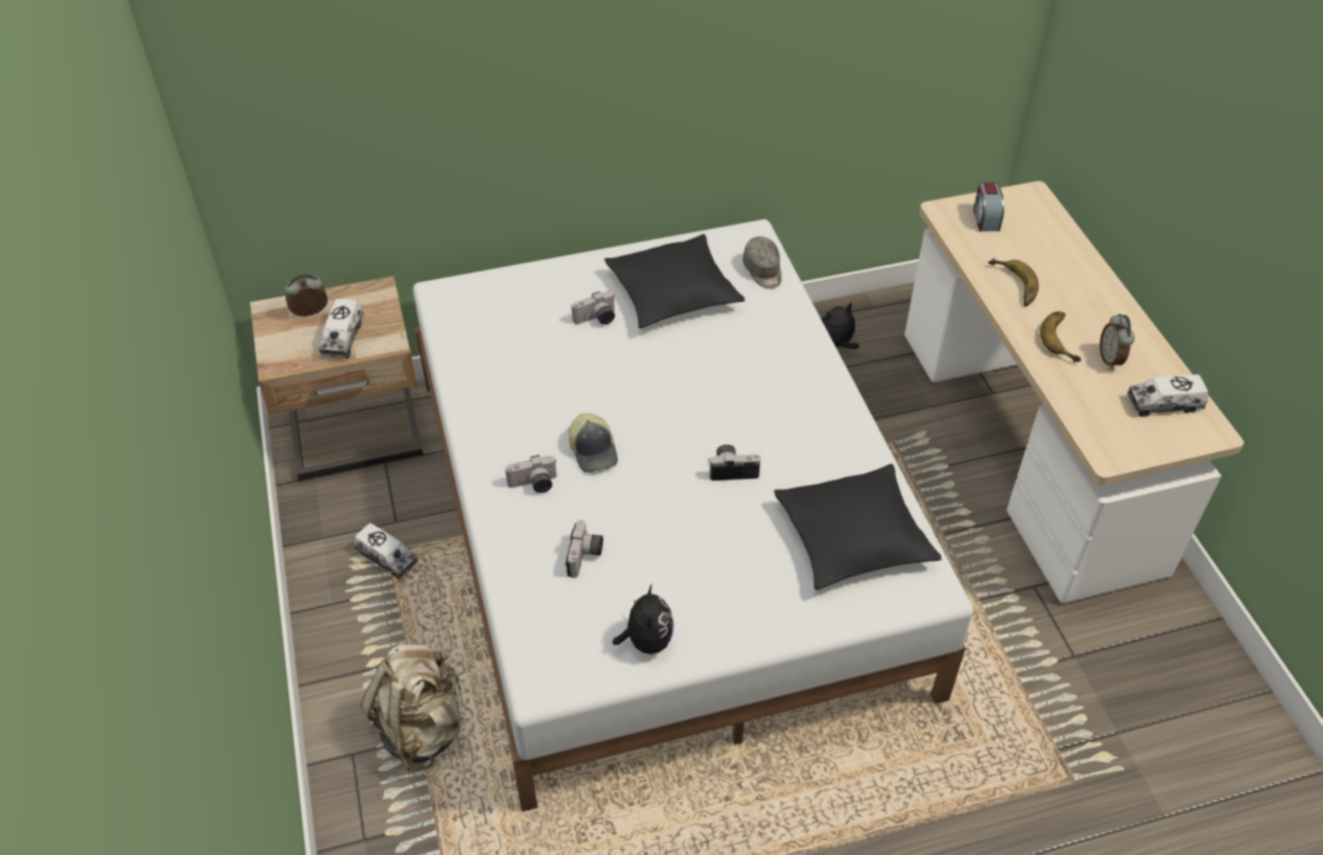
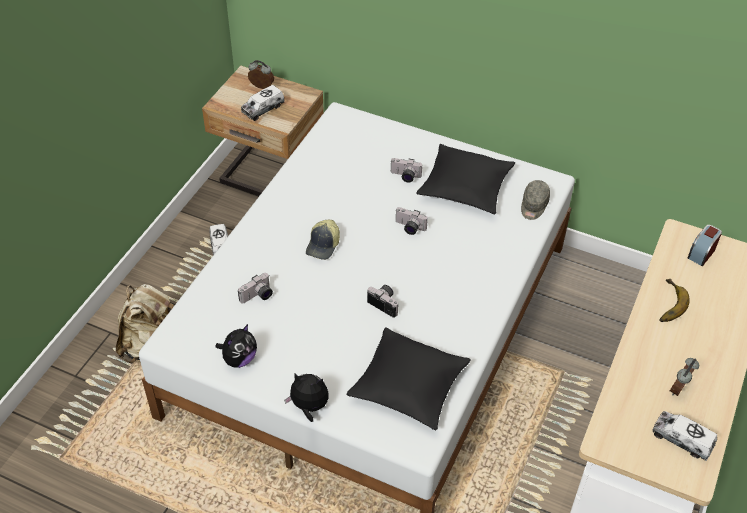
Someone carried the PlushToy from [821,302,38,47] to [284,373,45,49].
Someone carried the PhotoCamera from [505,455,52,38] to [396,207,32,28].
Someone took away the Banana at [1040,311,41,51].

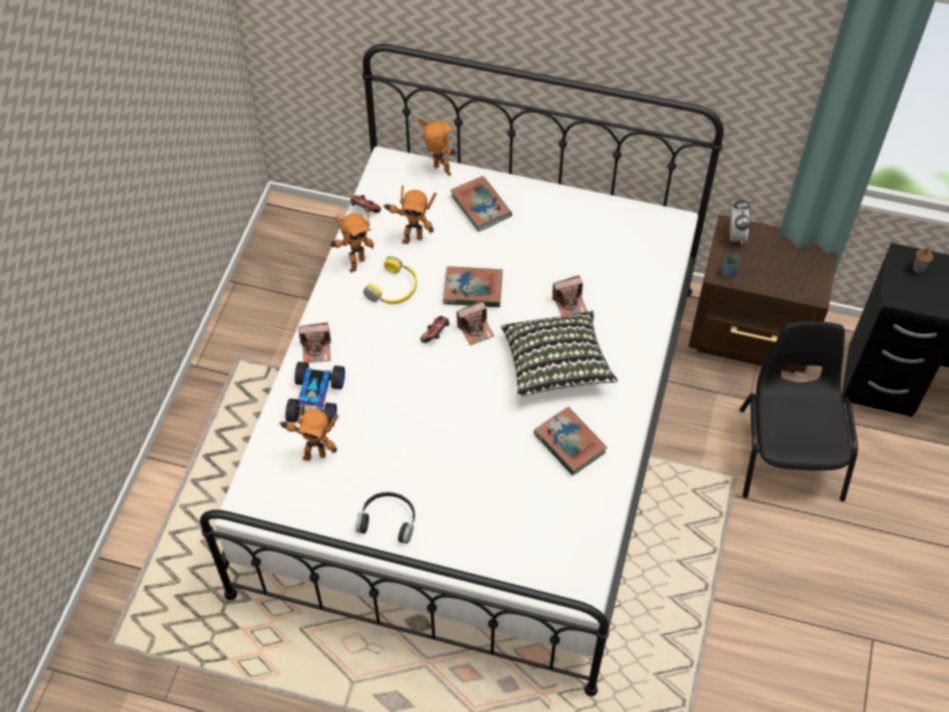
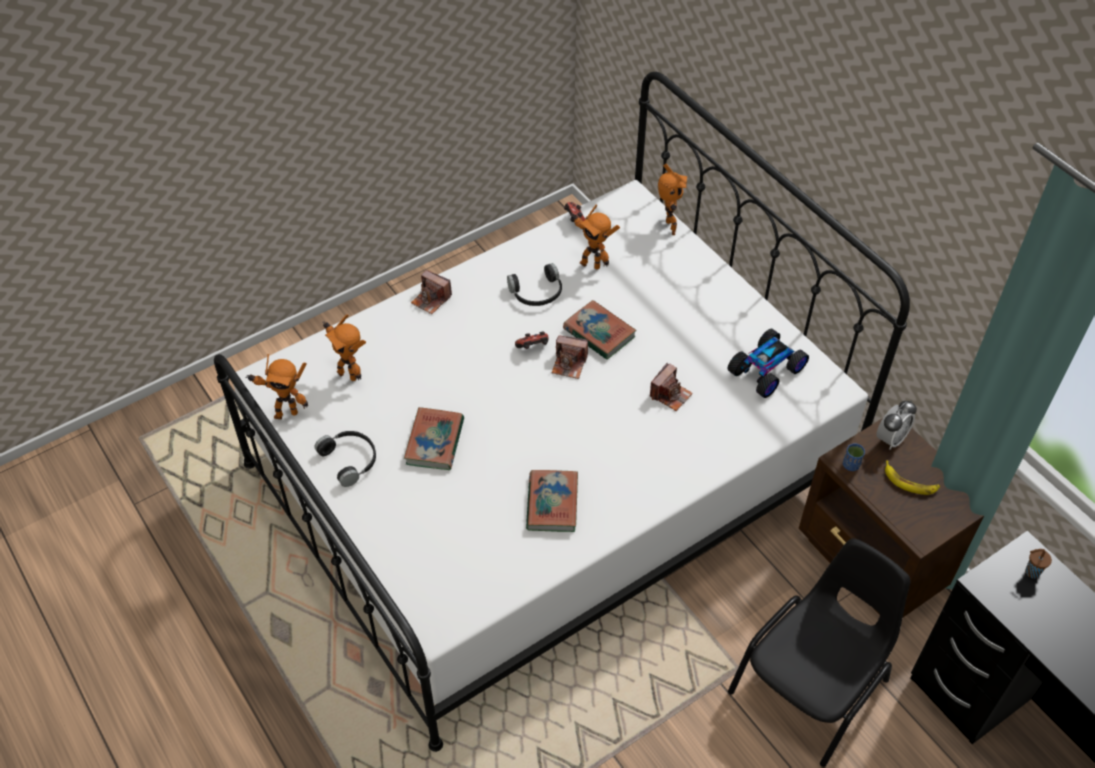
Someone carried the ToyRobot from [329,207,45,66] to [246,354,62,65].
Someone carried the Book from [450,176,62,56] to [404,407,60,63].
Someone repainted the YellowHeadphones at [363,256,54,48], which became the BlackHeadphones at [507,263,55,43].
Someone rotated the PhotoCamera at [552,275,36,41] by 75 degrees counterclockwise.
Someone carried the ToyCar from [285,362,60,64] to [728,329,81,69].
Someone put down the Banana at [885,460,55,35].
Someone took away the Pillow at [501,311,117,86].

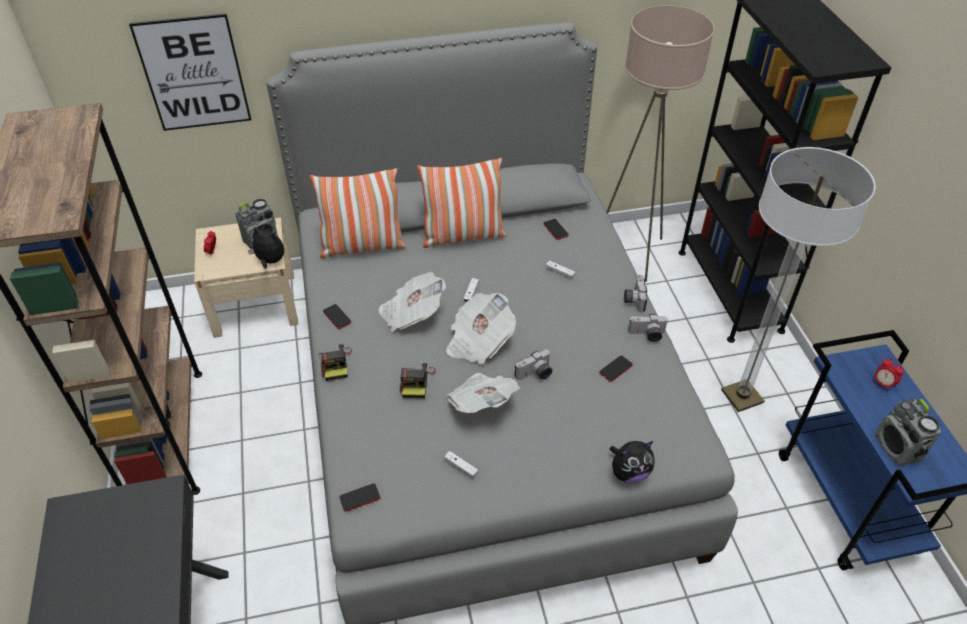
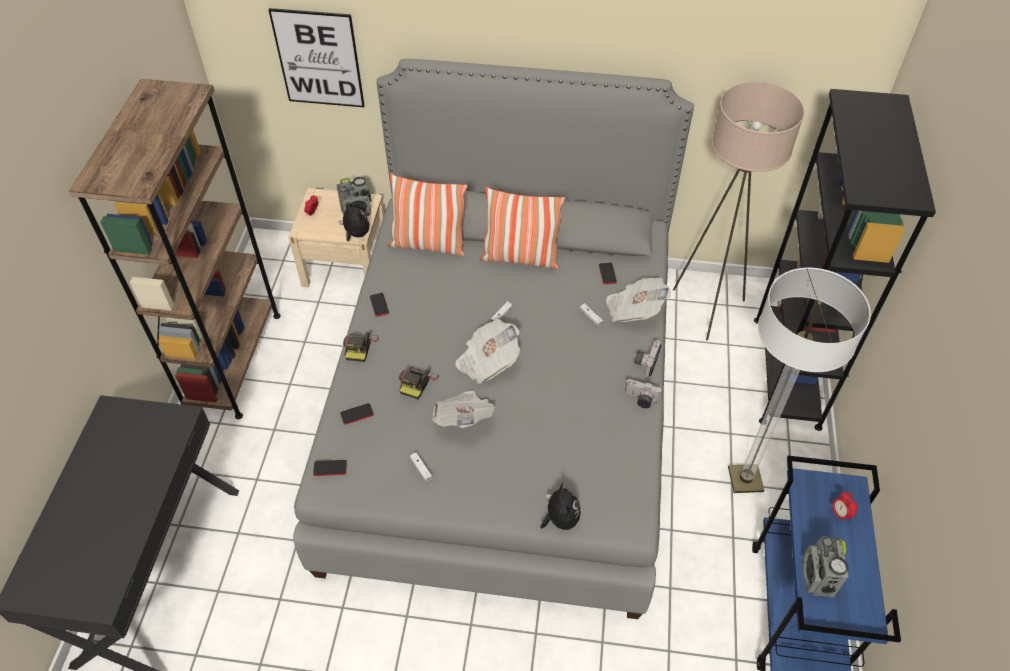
Someone carried the Phone from [599,355,34,27] to [340,403,34,22].
Someone rotated the PlushToy at [610,441,44,42] by 105 degrees counterclockwise.
Someone carried the Newspaper from [378,272,68,60] to [606,278,65,44].
Someone took away the PhotoCamera at [515,350,37,30].

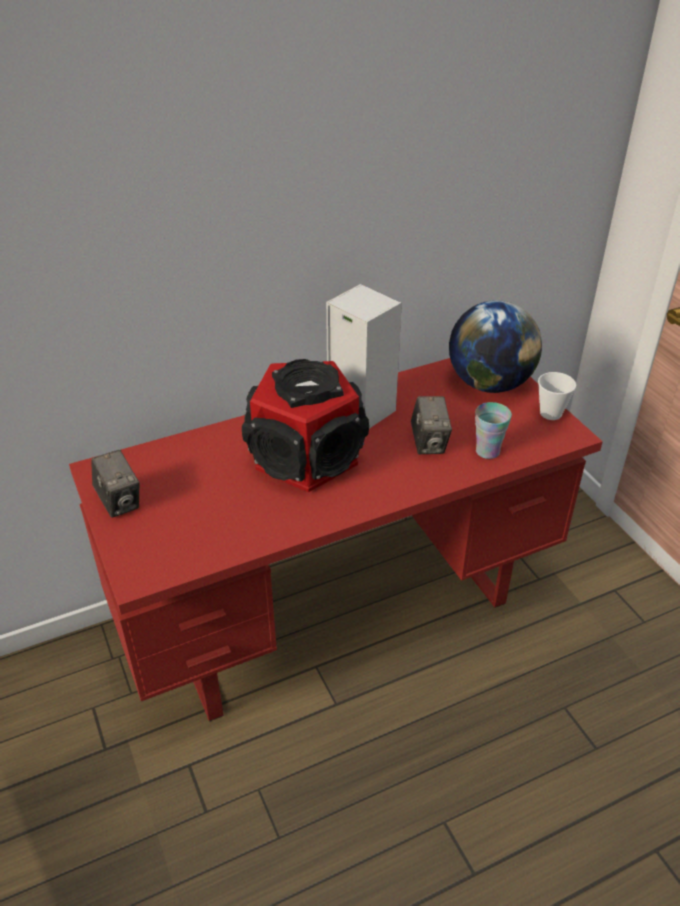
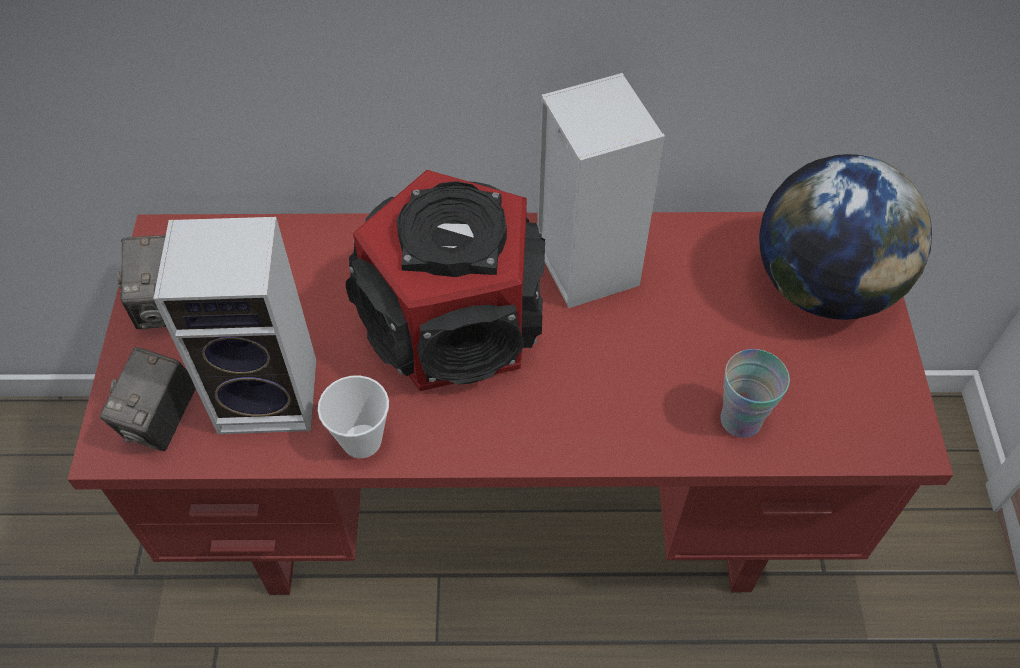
Someone carried the PhotoCamera from [411,396,41,58] to [100,347,96,104].
Someone put down the Speaker at [153,217,163,218].
Someone carried the Cup from [538,372,38,48] to [318,375,71,83].

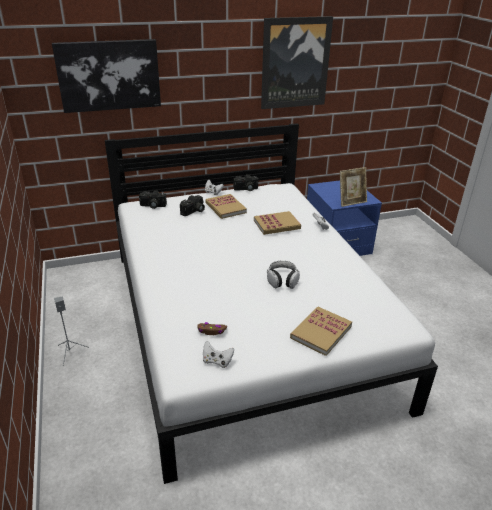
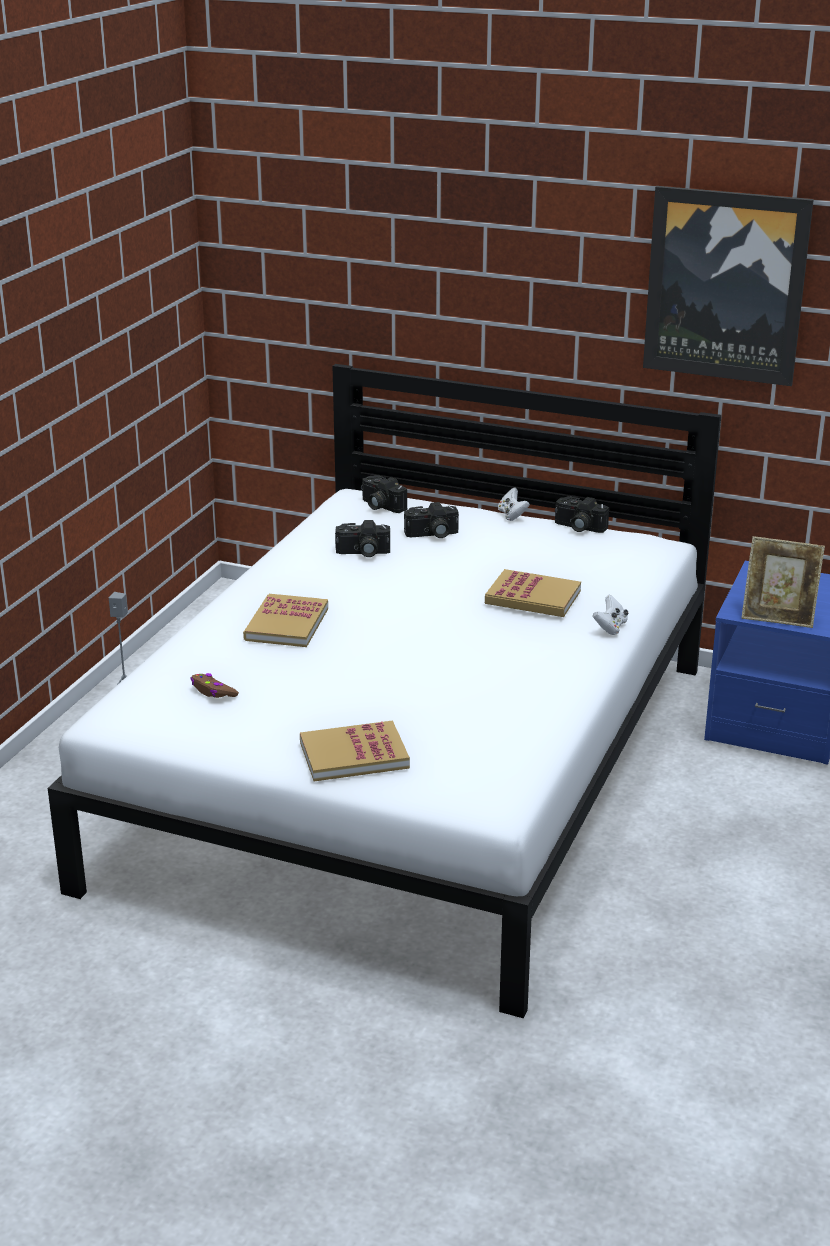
Someone carried the Book from [205,194,42,25] to [243,594,85,53].
Someone put down the PhotoCamera at [335,520,55,37].
Someone took away the Picture at [52,39,109,74].
Someone took away the WhiteGameController at [203,341,31,27].
Someone took away the Headphones at [267,261,33,28].

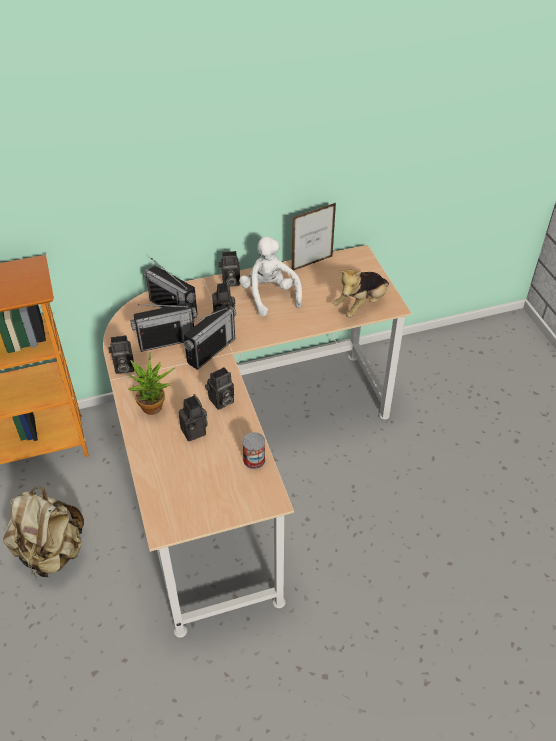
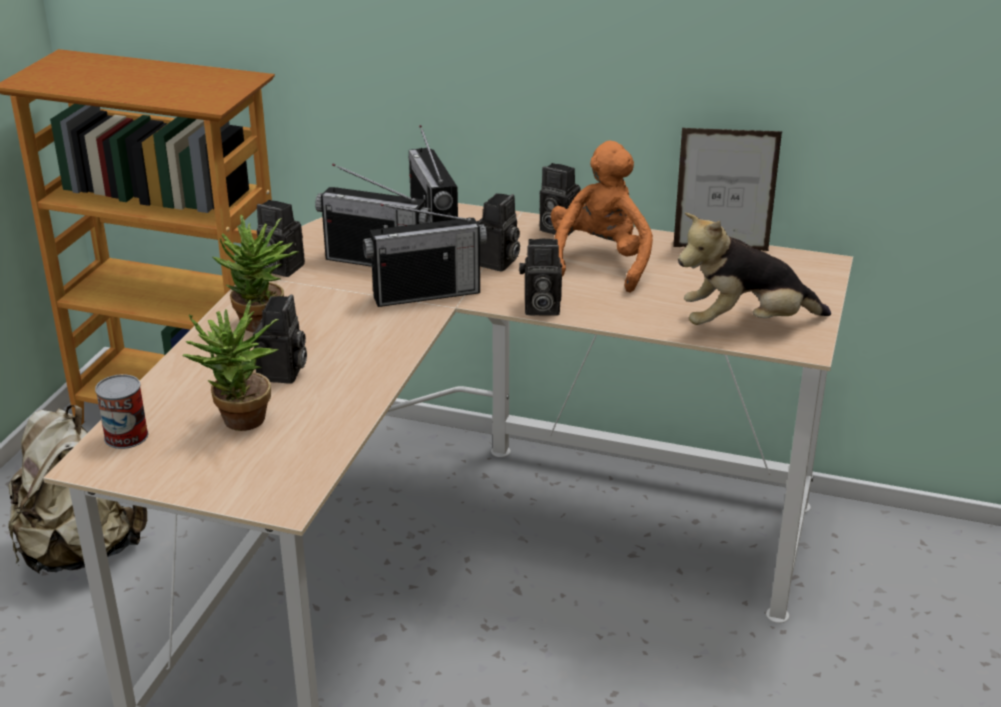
Someone carried the Can from [242,432,23,37] to [95,374,53,75].
Someone put down the PottedPlant at [183,299,96,132].
Someone carried the PhotoCamera from [205,367,29,43] to [519,239,43,77].
Someone repainted the WhitePlushToy at [239,237,63,80], which became the OrangePlushToy at [551,141,102,152].

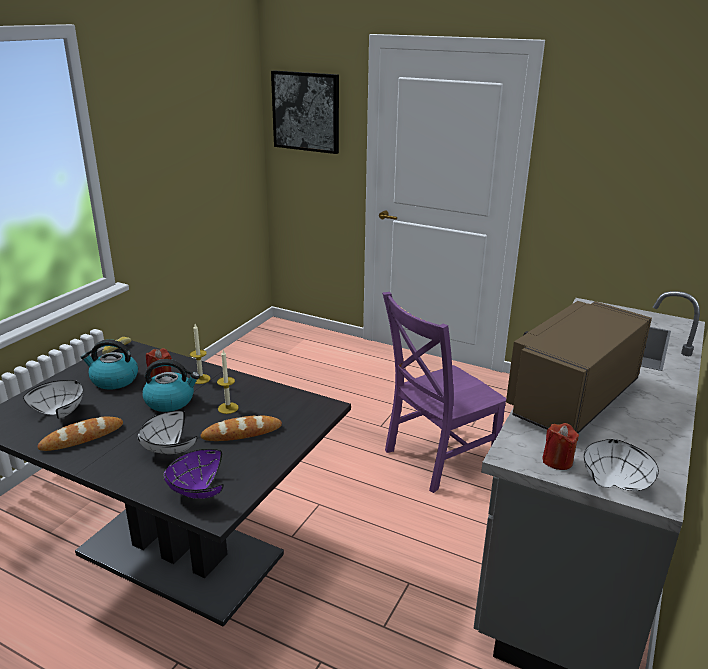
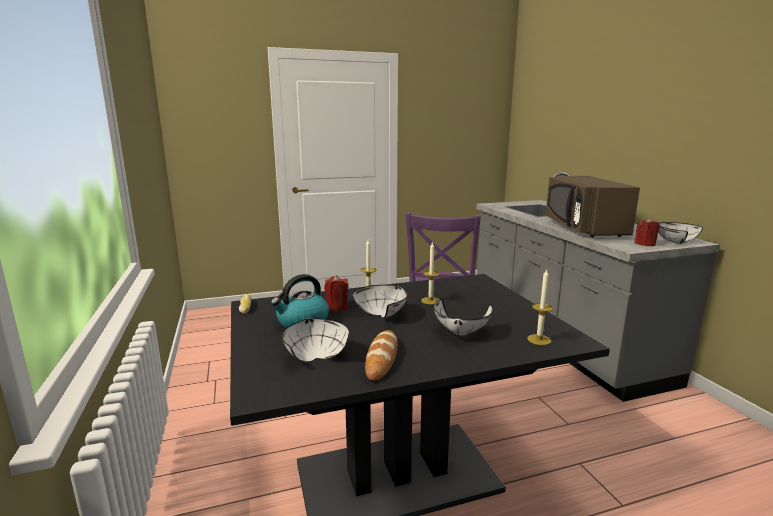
Someone swapped the Kettle at [142,359,58,53] for the WhiteBowl at [353,285,55,33].
Someone swapped the PurpleBowl at [163,449,61,50] for the Candle at [527,269,26,76].
Someone took away the Bread at [201,415,81,26].
Someone took away the Picture at [271,70,68,84].

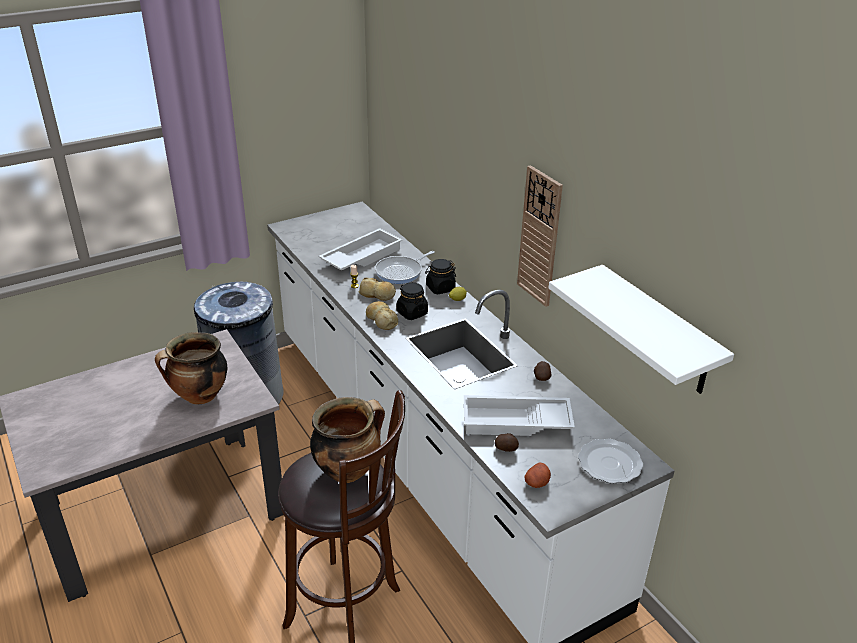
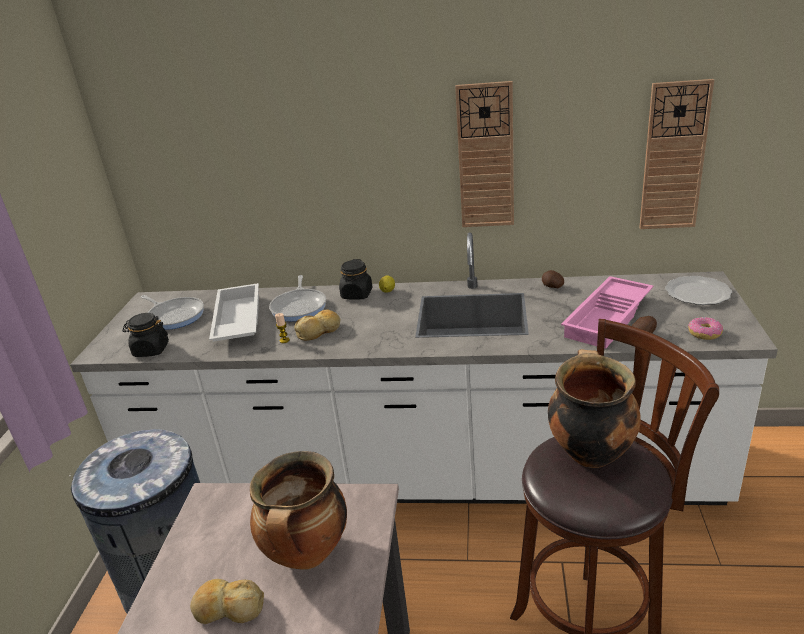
Someone carried the BlackJar from [397,283,31,37] to [122,313,47,44].
Someone put down the FryingPan at [141,295,63,35].
Someone carried the Bread from [366,301,32,29] to [190,579,74,45].
Someone repainted the WhiteTray at [464,395,111,41], which became the PinkTray at [561,276,92,73].
Someone swapped the WhiteShelf at [549,265,185,129] for the WallClock at [639,79,75,150].
Someone swapped the Potato at [524,462,27,26] for the Donut at [688,317,35,23].

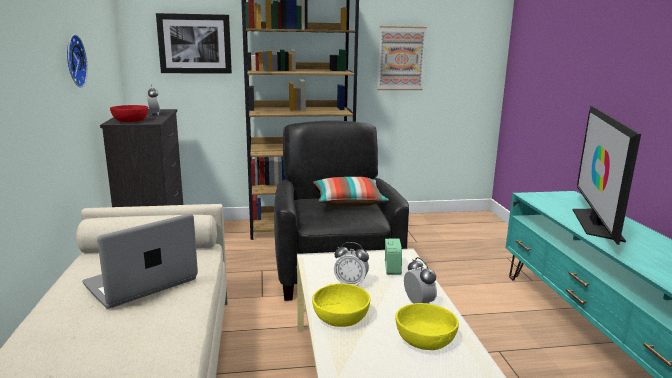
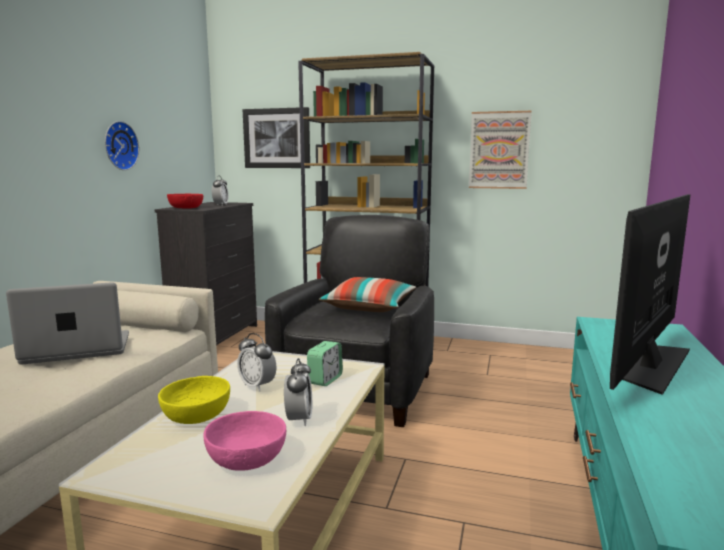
Someone repainted the YellowBowl at [395,303,64,47], which became the PinkBowl at [203,411,83,60].

